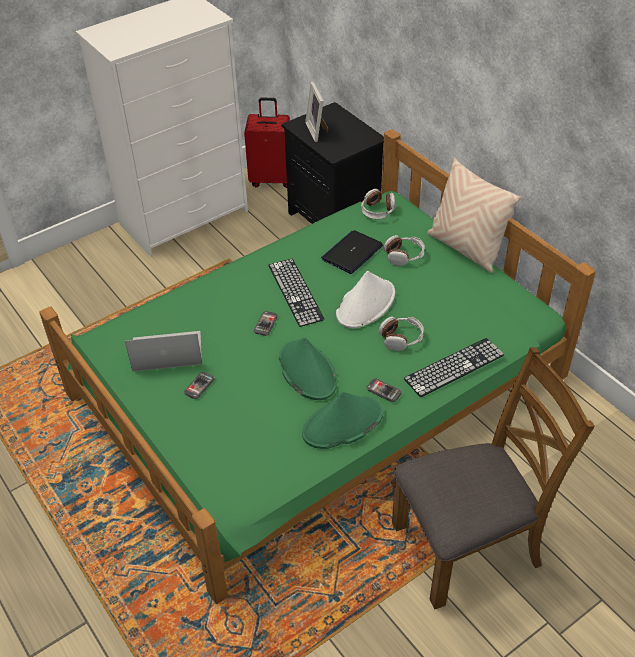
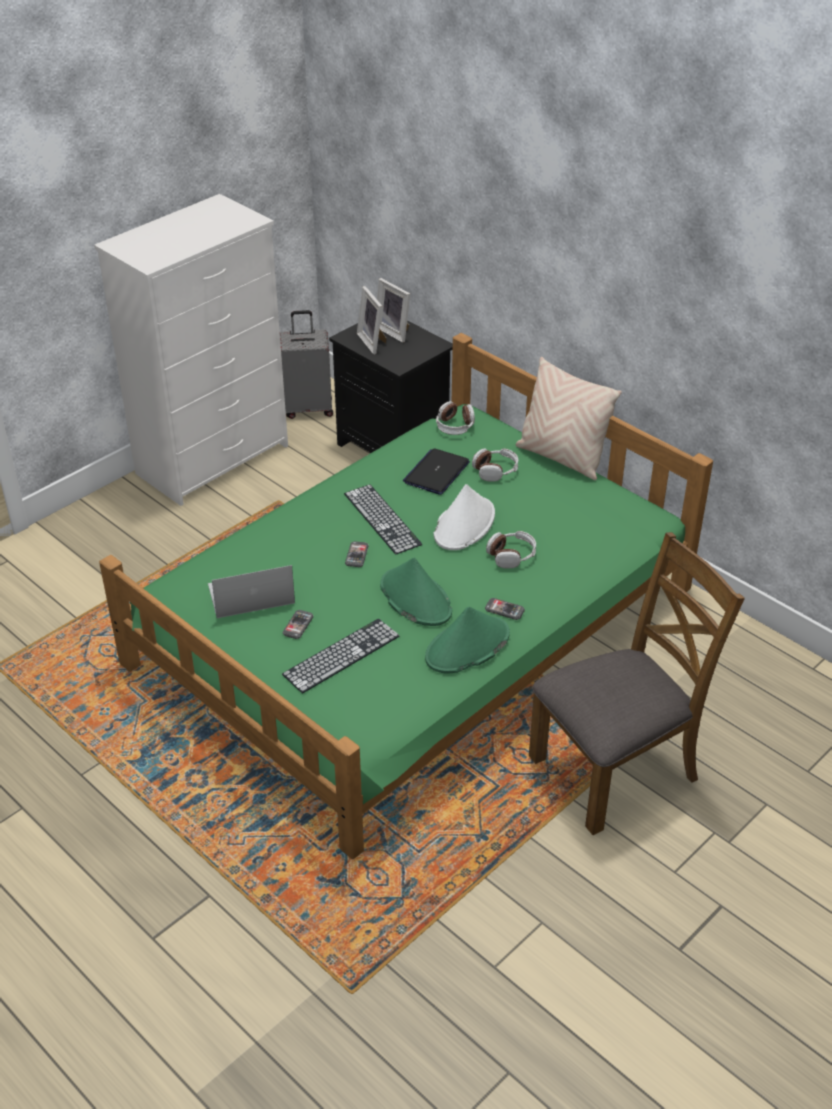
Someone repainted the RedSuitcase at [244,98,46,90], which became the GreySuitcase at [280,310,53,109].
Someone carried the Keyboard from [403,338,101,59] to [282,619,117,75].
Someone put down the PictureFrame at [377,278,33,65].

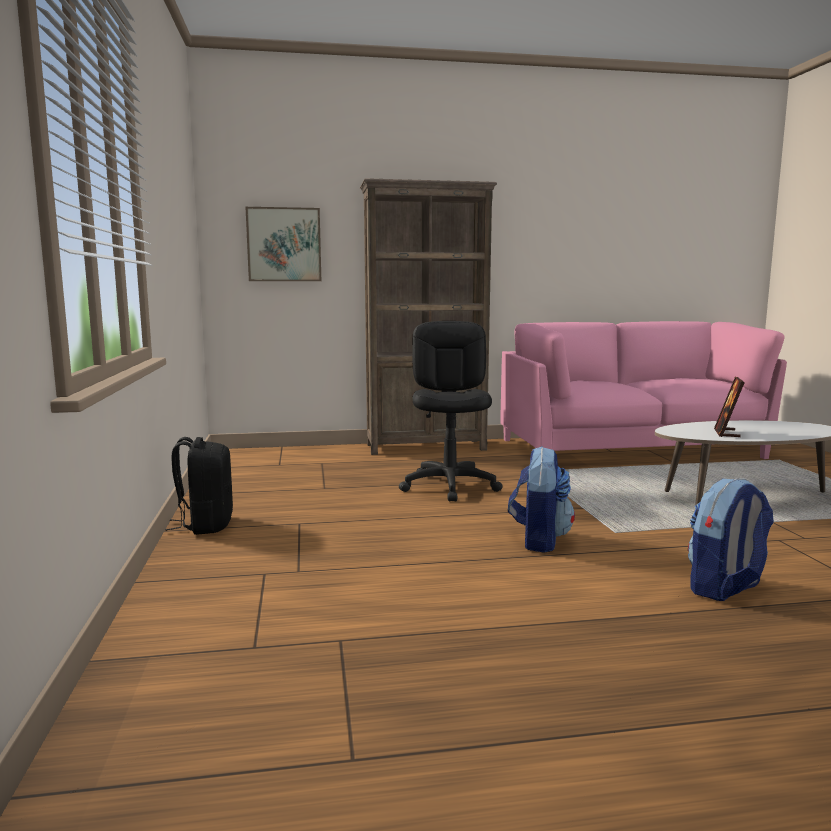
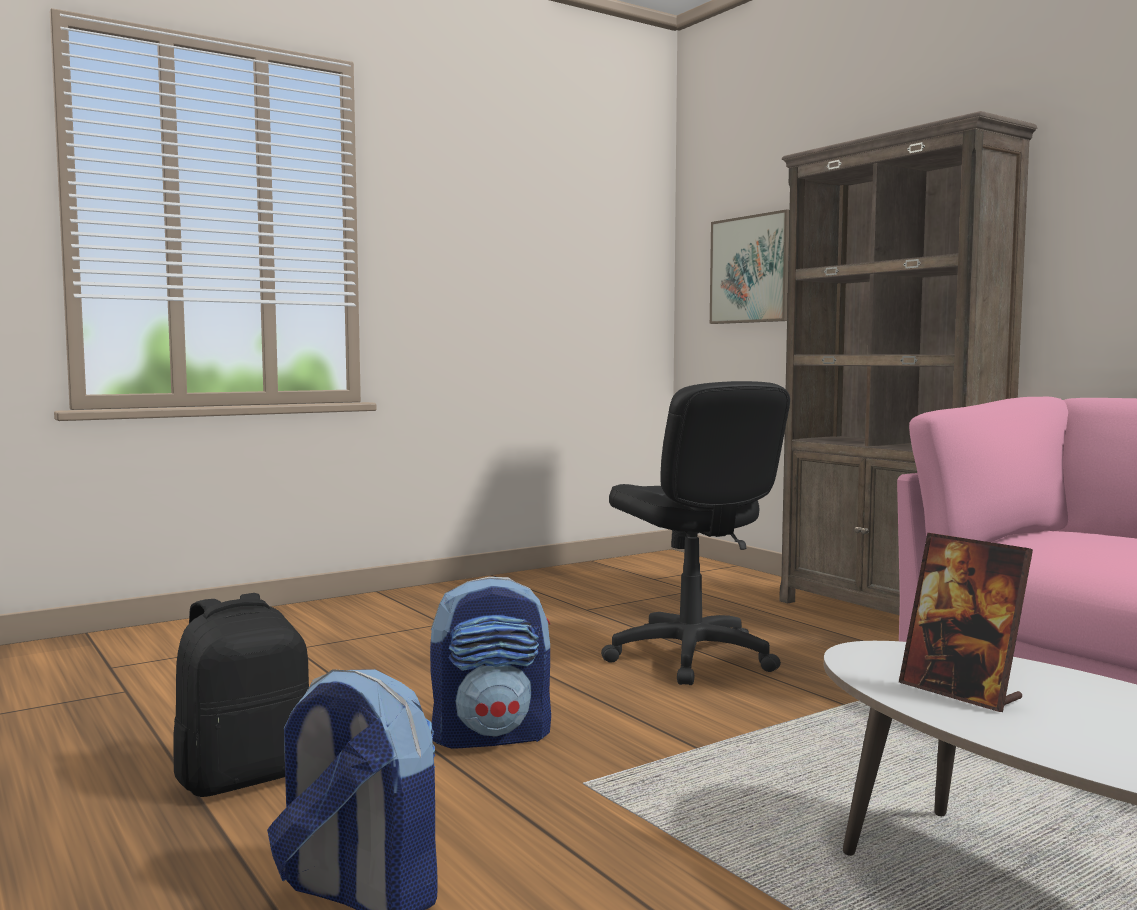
Someone carried the BlackBackpack from [165,437,68,98] to [174,593,135,204].
Someone rotated the BlackOfficeChair at [399,321,104,180] by 90 degrees clockwise.
Someone rotated the PictureFrame at [714,377,31,60] by 120 degrees counterclockwise.

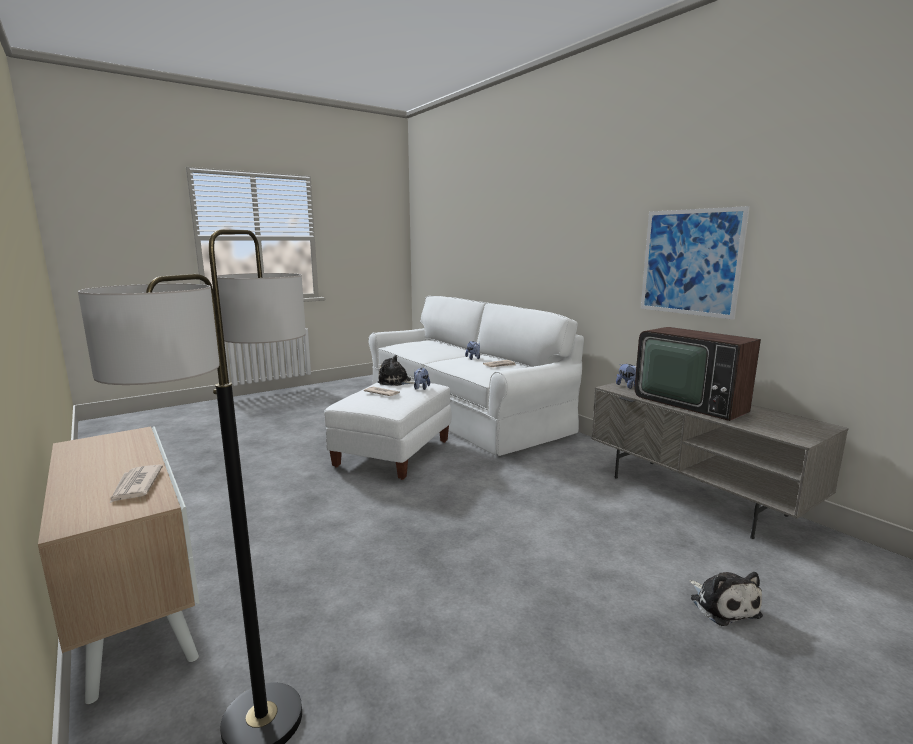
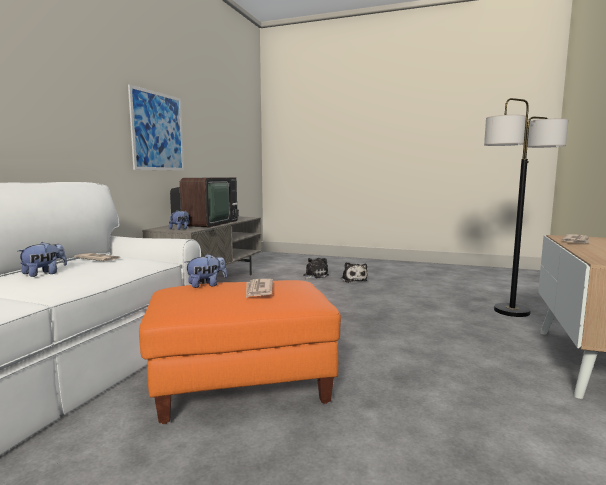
Someone repainted the WhiteOttoman at [324,381,127,99], which became the OrangeOttoman at [139,280,202,144].
Someone carried the PlushToy from [377,355,38,31] to [341,262,26,21].

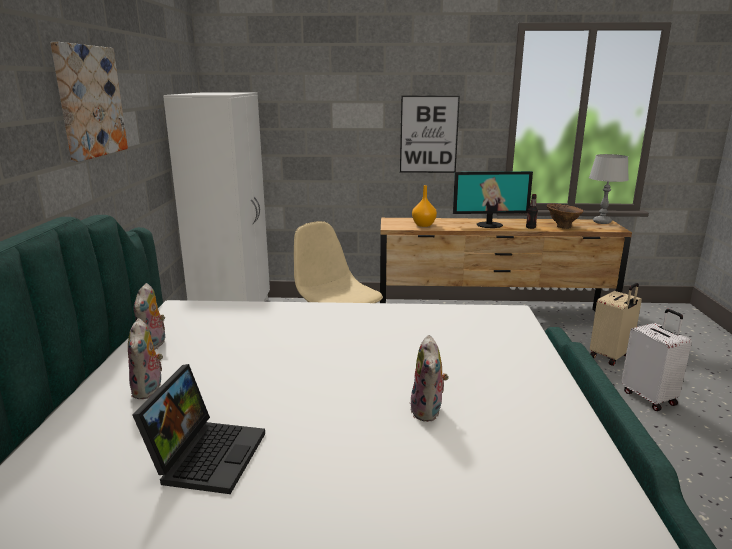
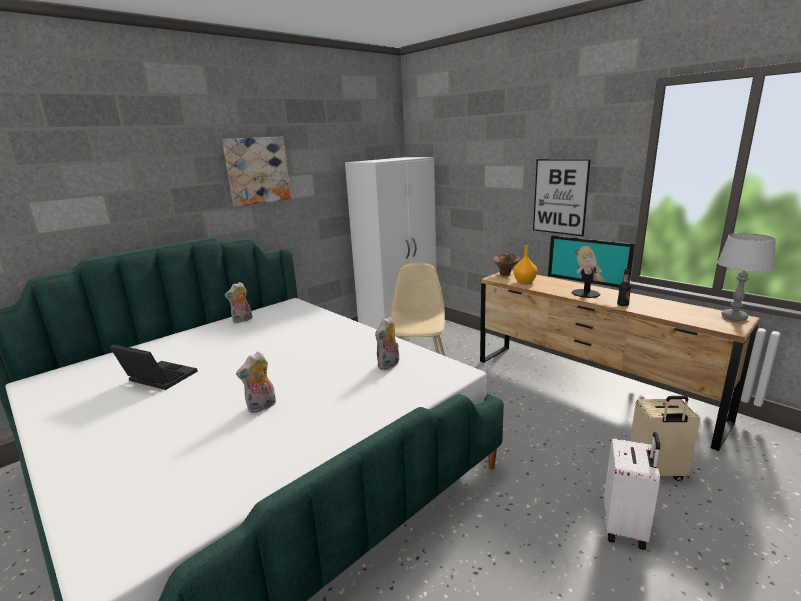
Someone rotated the Laptop at [132,364,133,130] by 120 degrees counterclockwise.
Someone carried the PlushToy from [128,318,35,81] to [375,316,24,54].
Someone carried the BrownVase from [546,204,37,25] to [494,253,25,23].

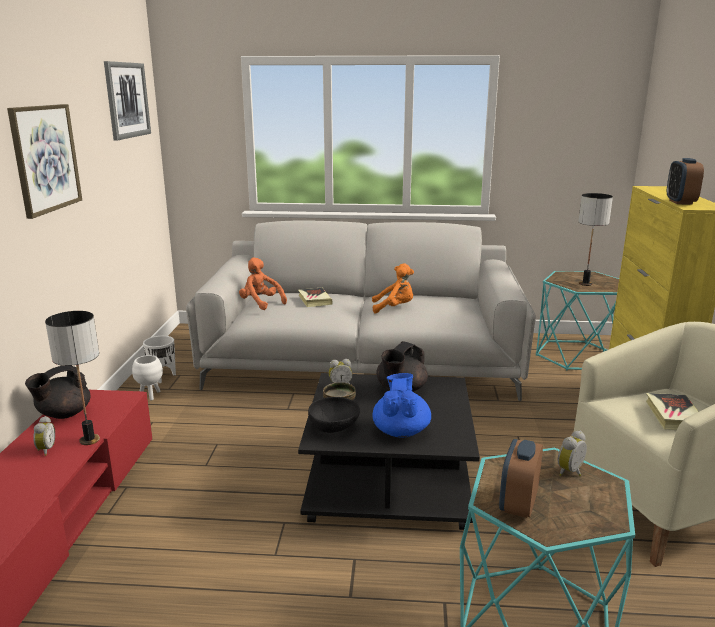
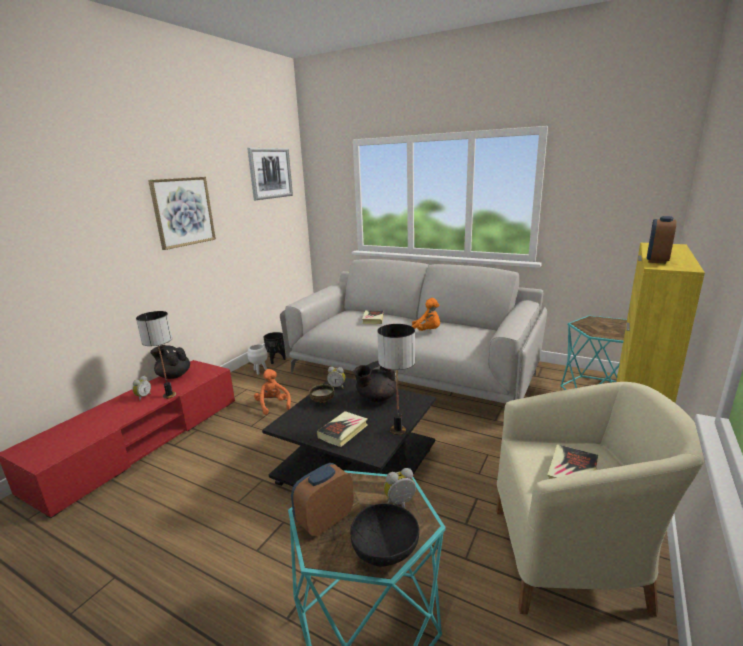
Someone rotated the BlackTeapot at [25,366,66,53] by 45 degrees clockwise.
Someone carried the OrangePlushToy from [239,257,48,53] to [254,369,37,46].
Someone repainted the WhitePlanter at [143,336,33,47], which became the BlackPlanter at [263,332,22,32].
Someone swapped the BlueTeapot at [373,373,58,65] for the Book at [317,411,51,36].
Someone carried the BlackBowl from [308,397,52,36] to [350,504,69,63].
Someone carried the TableLamp from [579,193,34,93] to [377,324,38,111].

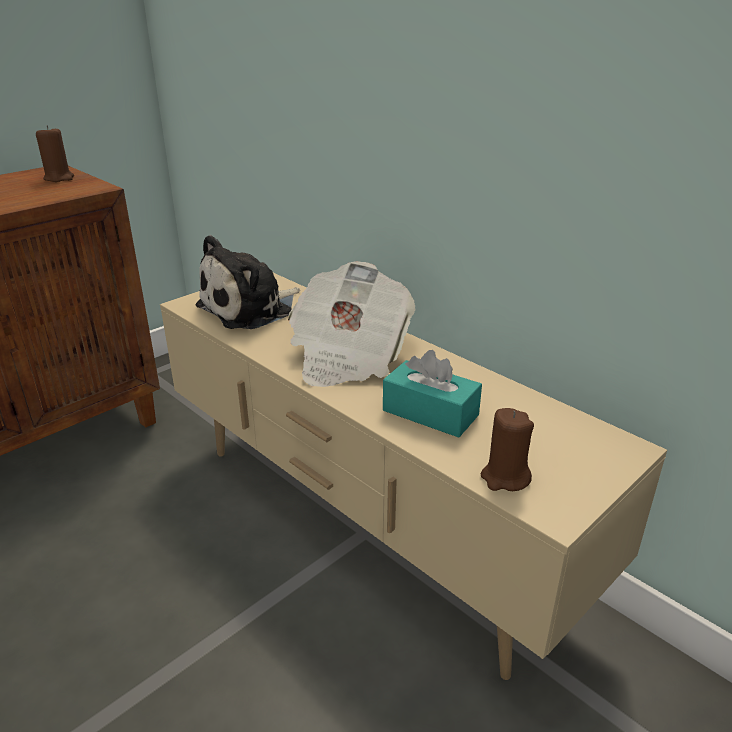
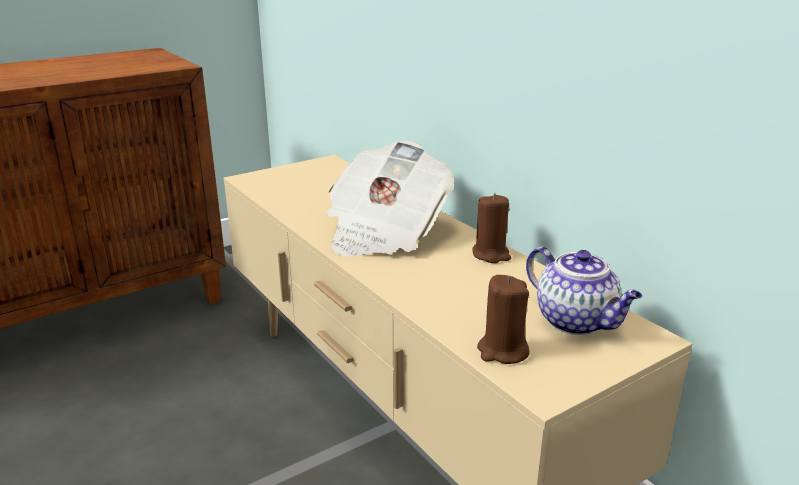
Someone carried the BrownCandle from [36,125,38,57] to [473,193,38,70].
Someone put down the Teapot at [526,246,116,89].
Someone took away the PlushToy at [195,235,105,94].
Someone took away the TurquoiseTissueBox at [383,350,99,88].

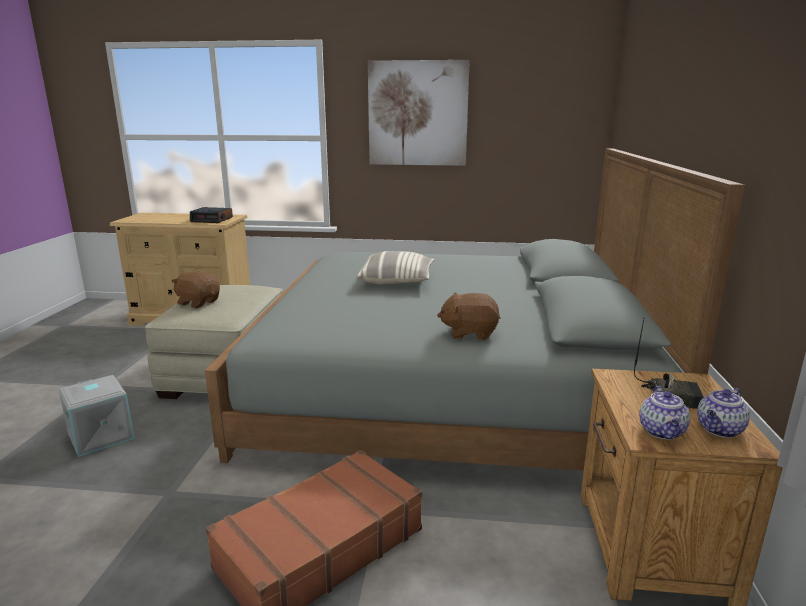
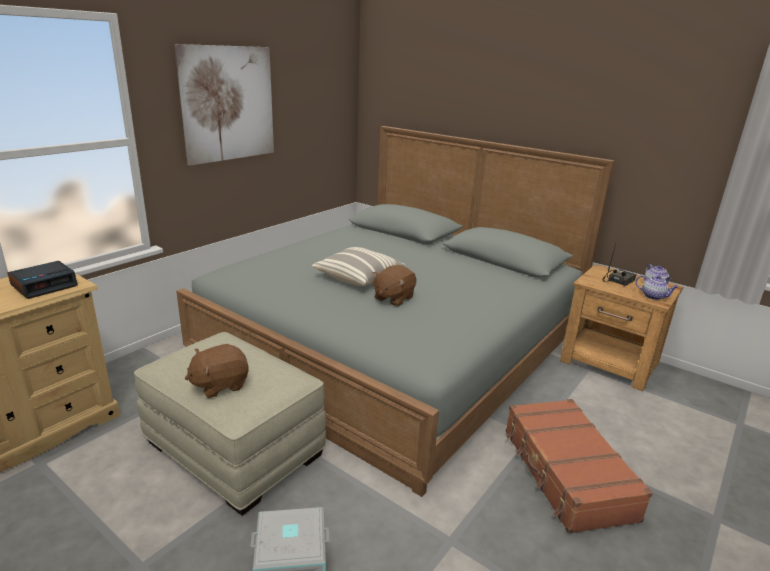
Someone carried the BrownPlushToy from [437,293,63,47] to [372,265,44,41].

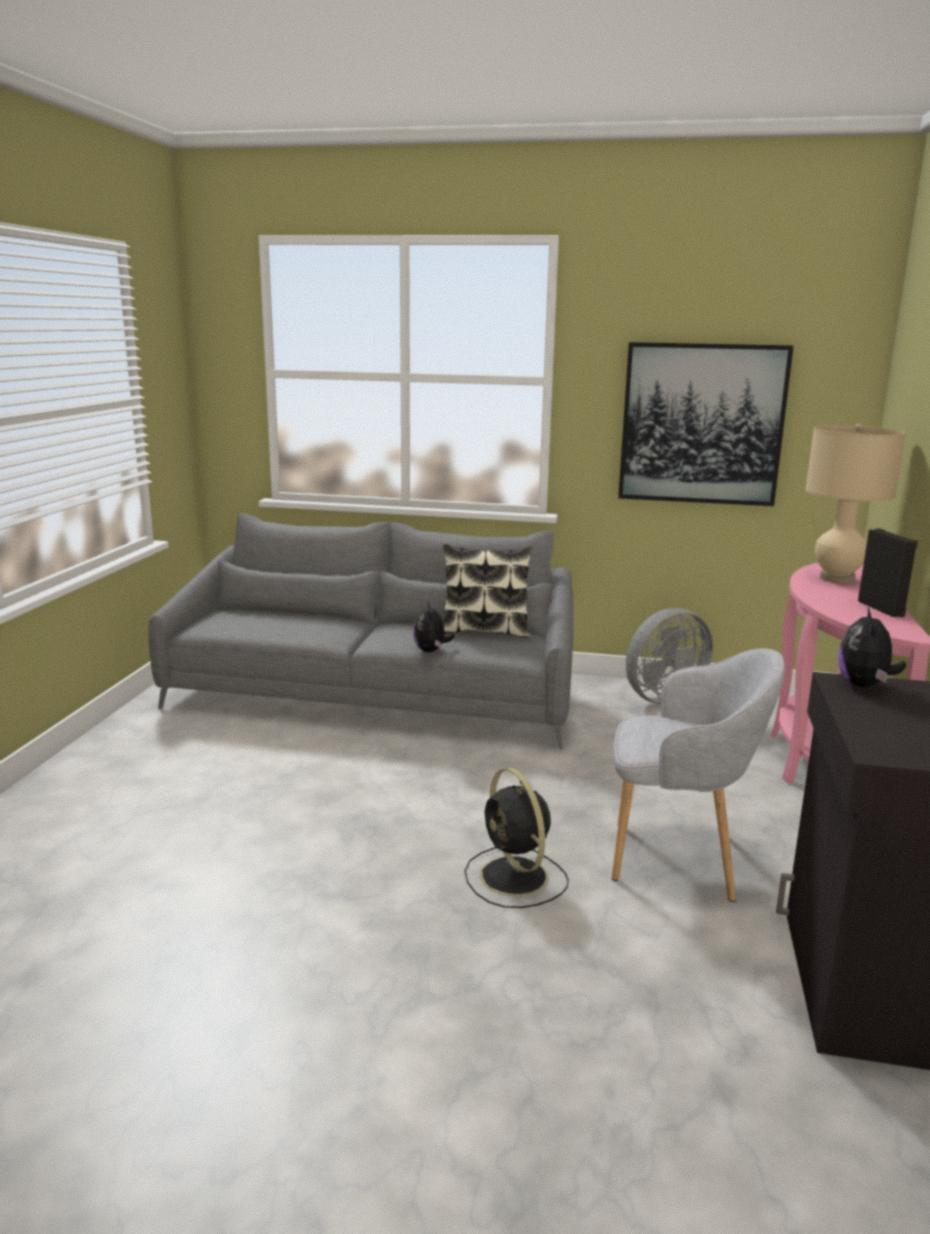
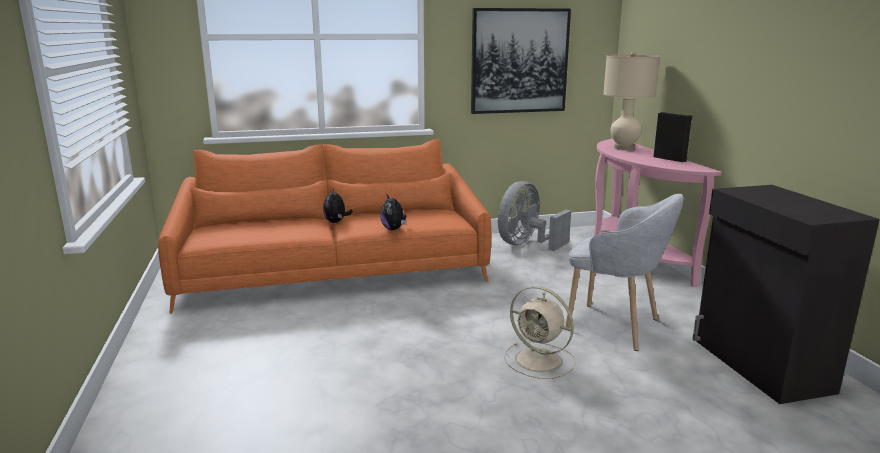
Someone repainted the GreySofa at [148,513,425,237], which became the OrangeSofa at [158,139,333,175].
Someone carried the PlushToy from [838,607,68,80] to [323,189,30,34].
Someone repainted the BlackFan at [465,768,104,140], which became the BeigeFan at [504,286,72,93].
Someone rotated the GreyArmchair at [612,648,173,254] by 45 degrees clockwise.
Someone took away the Pillow at [443,544,90,93].

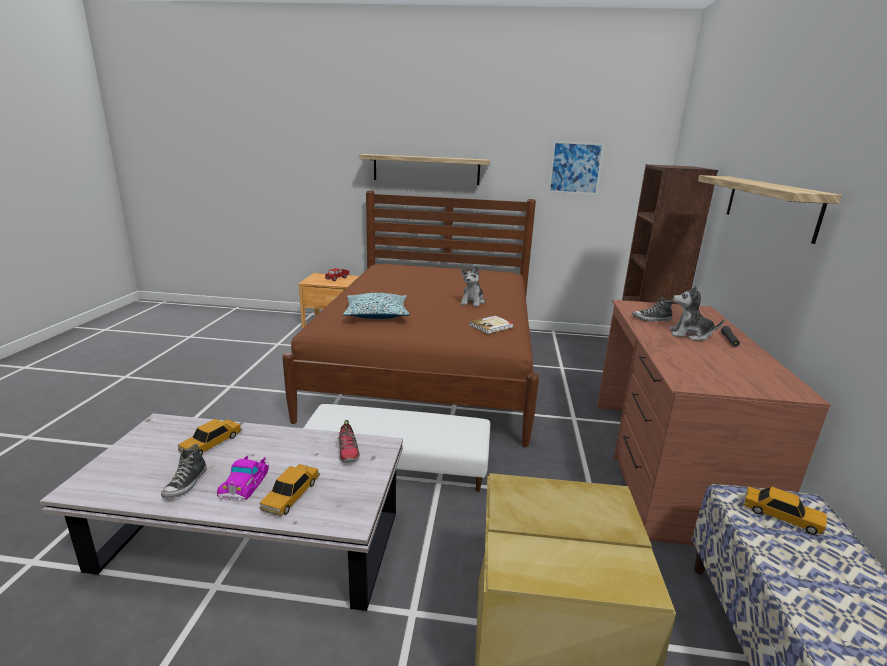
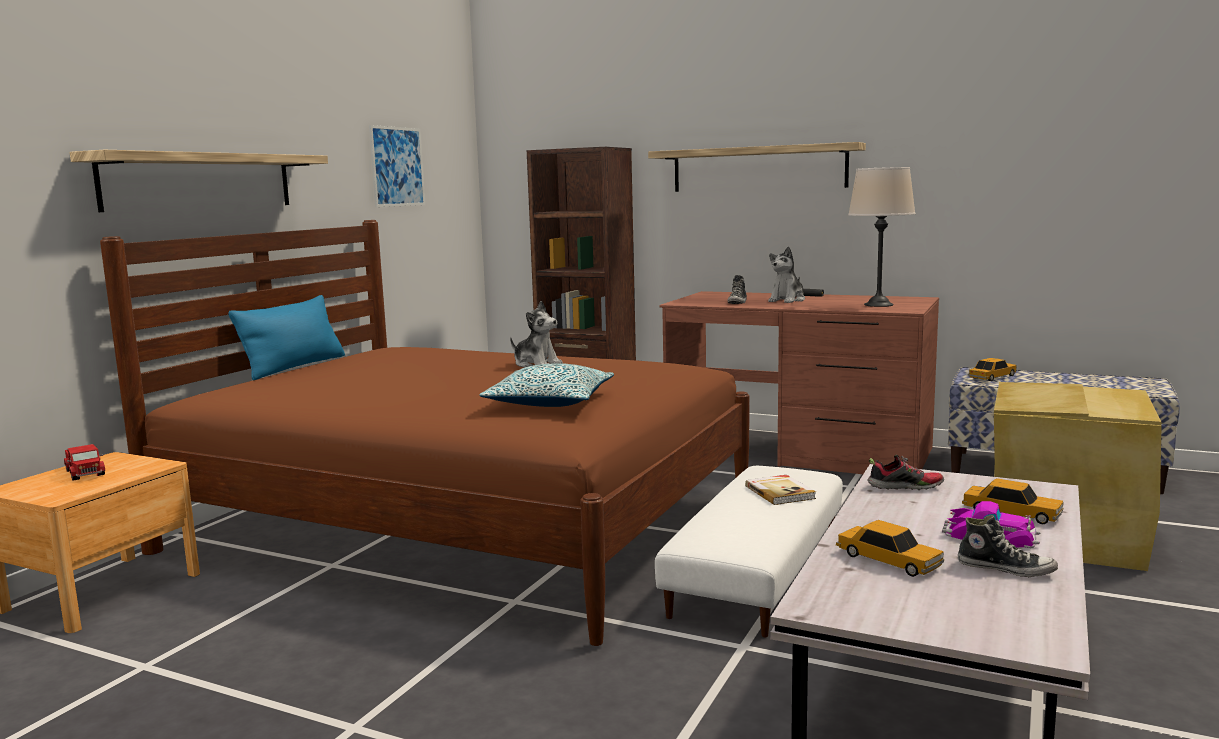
Someone put down the BluePillow at [228,295,117,85].
Someone carried the Book from [469,316,45,18] to [745,475,71,30].
Someone put down the BeigeTableLamp at [848,167,68,140].

